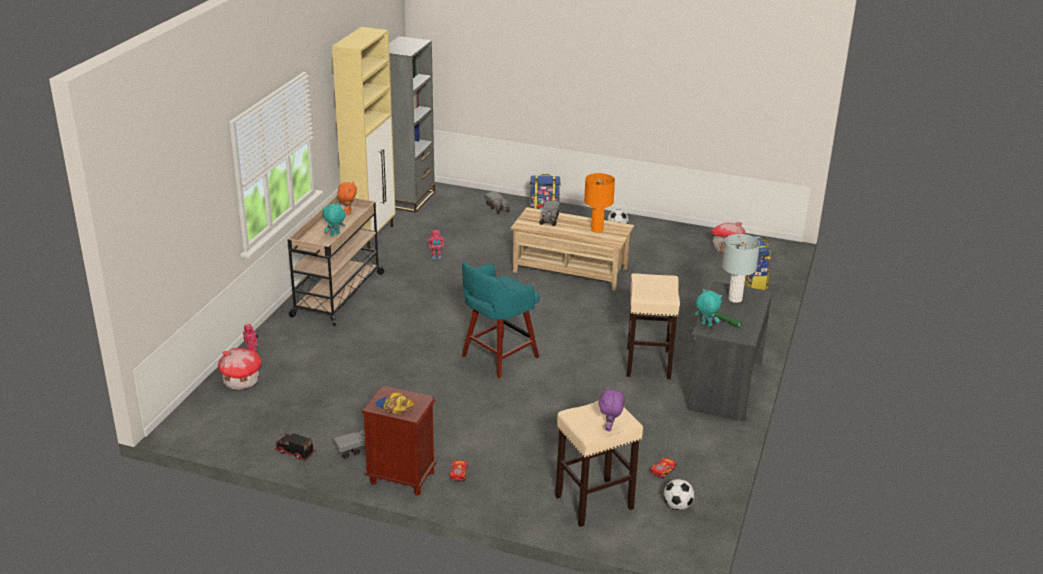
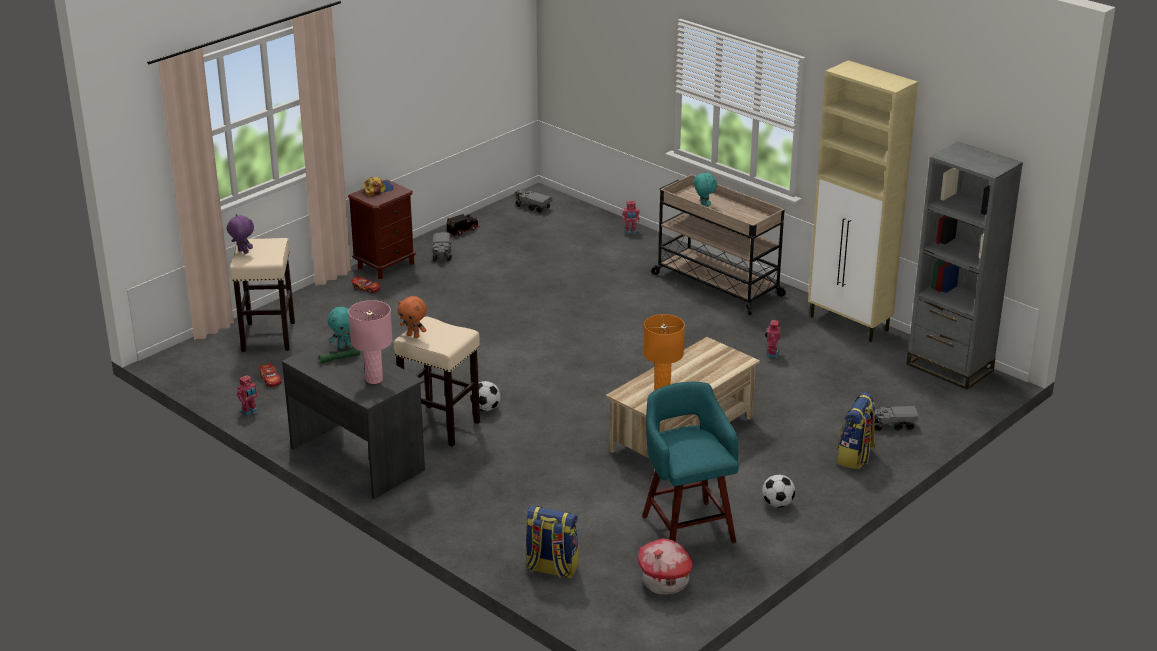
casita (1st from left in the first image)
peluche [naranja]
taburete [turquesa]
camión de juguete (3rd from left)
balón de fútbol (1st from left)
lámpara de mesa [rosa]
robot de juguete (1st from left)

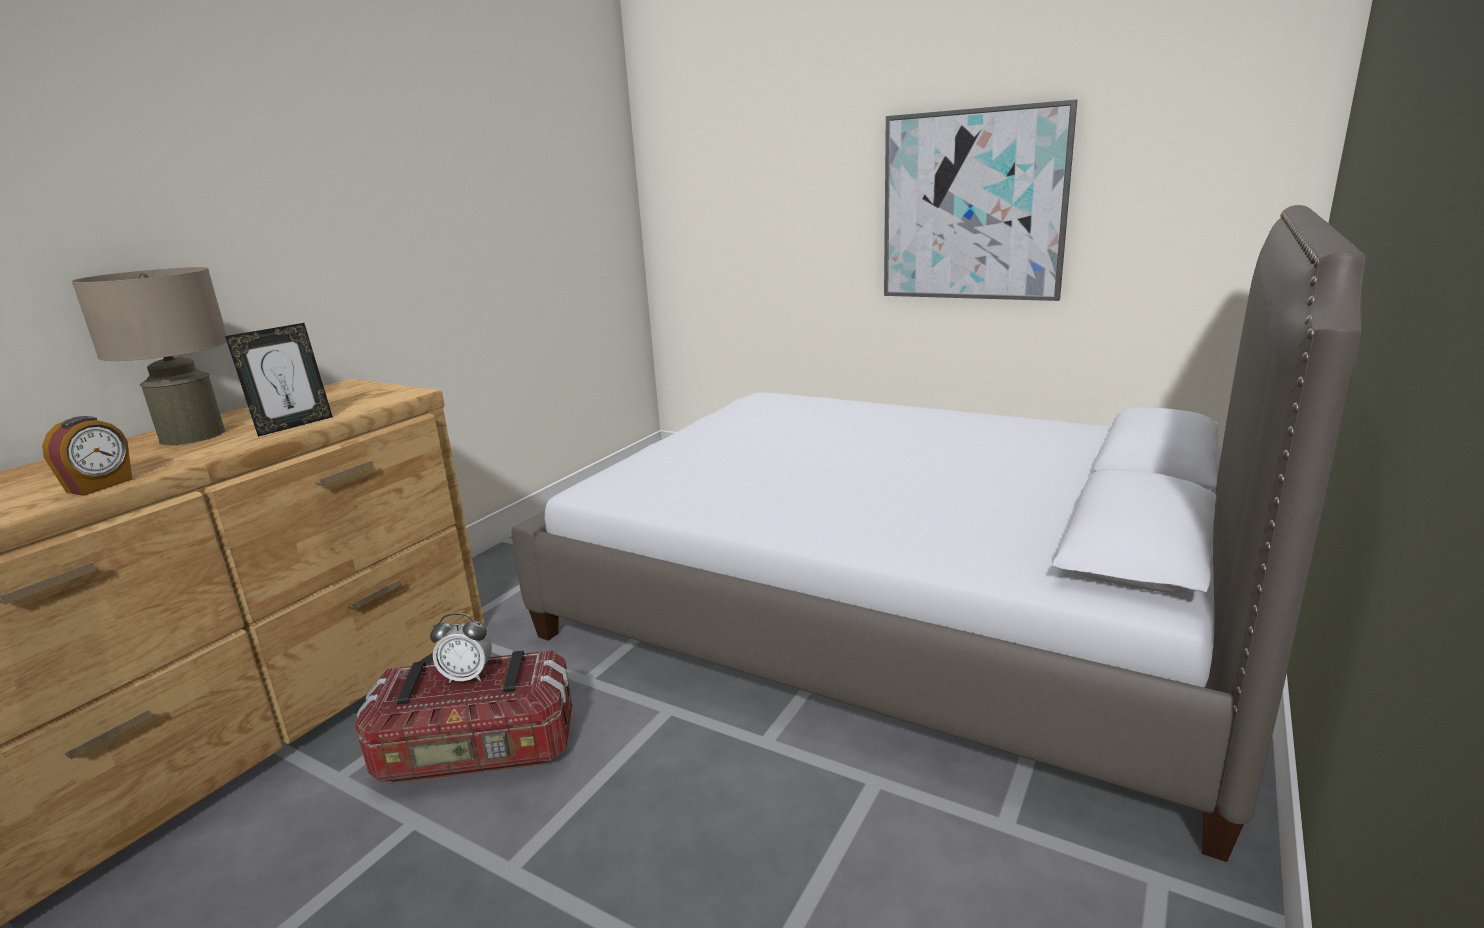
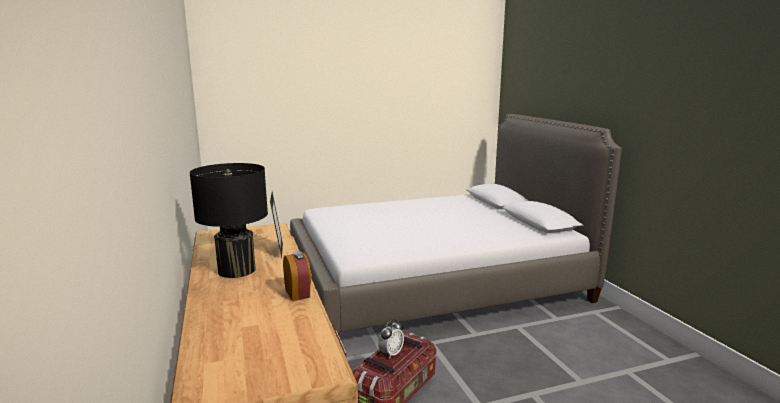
lámpara de mesa [negro]
cuadro

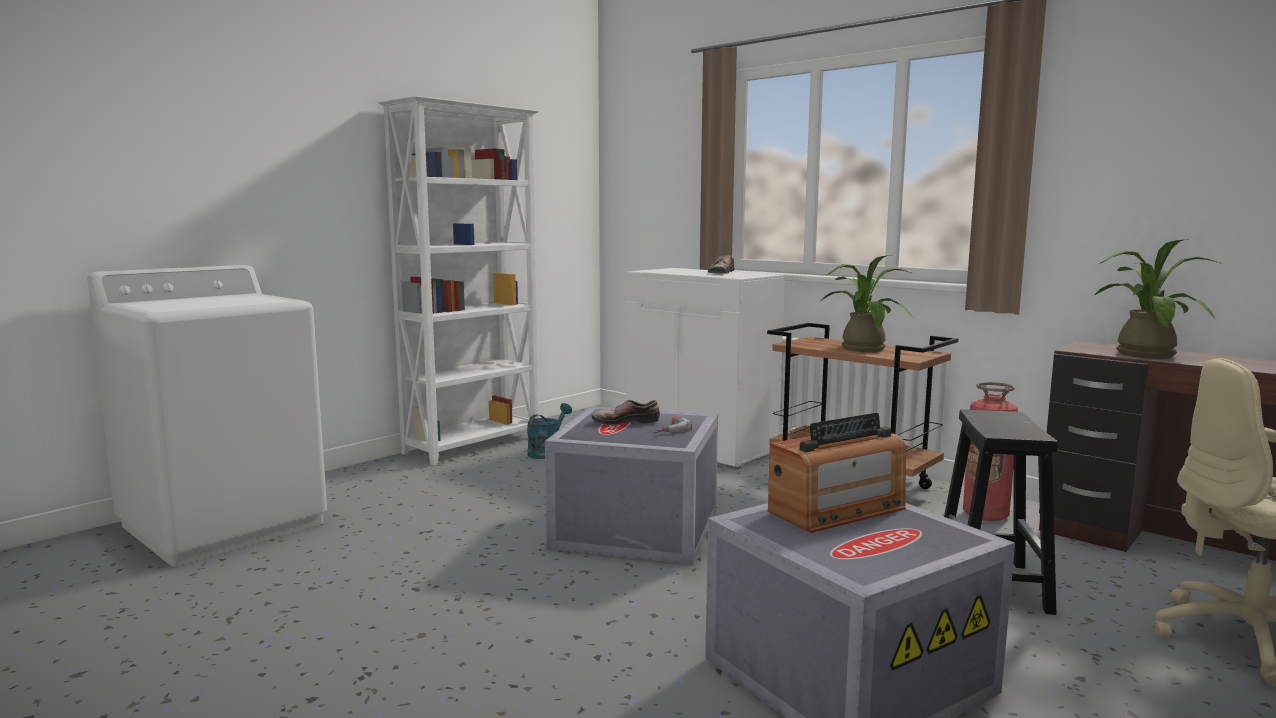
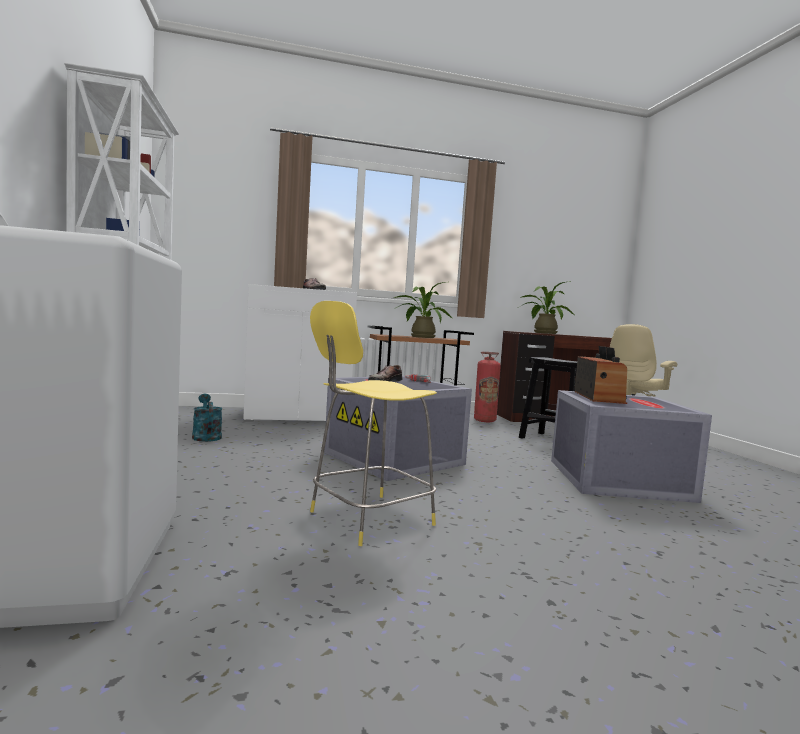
taburete [amarillo]

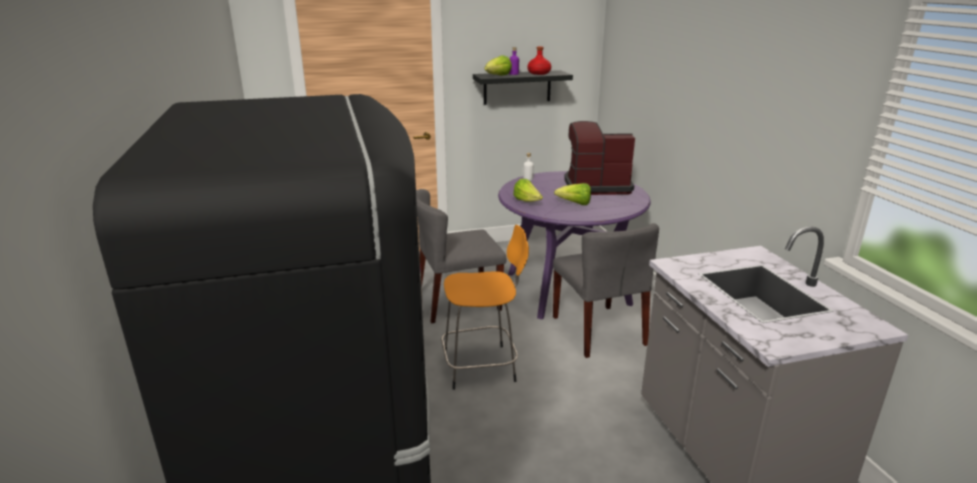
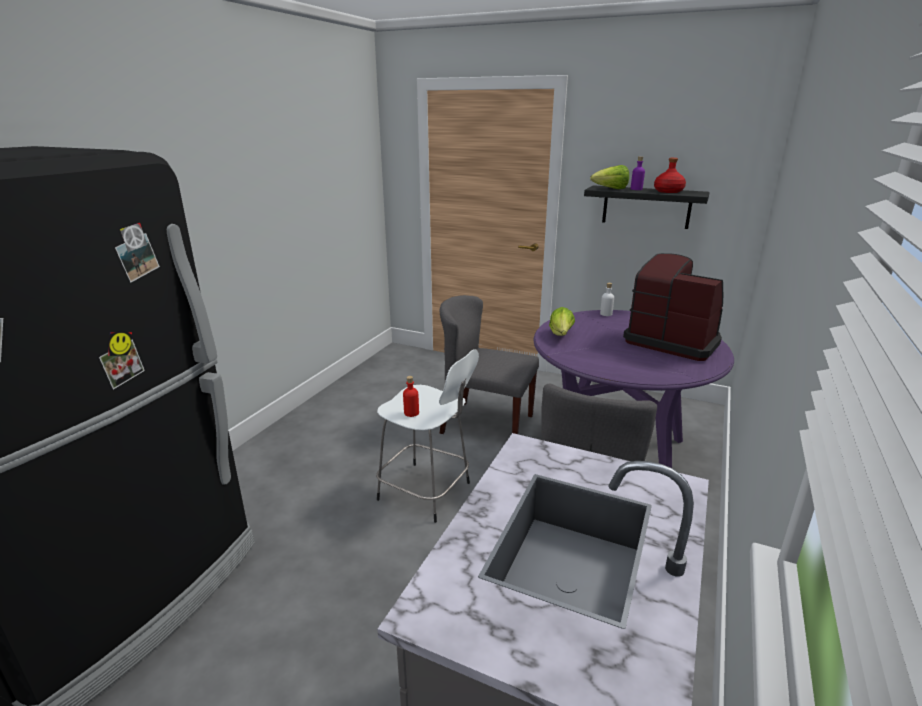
taburete [blanco]
lechuga (3rd from left in the first image)
botella [rojo] (1st from left)

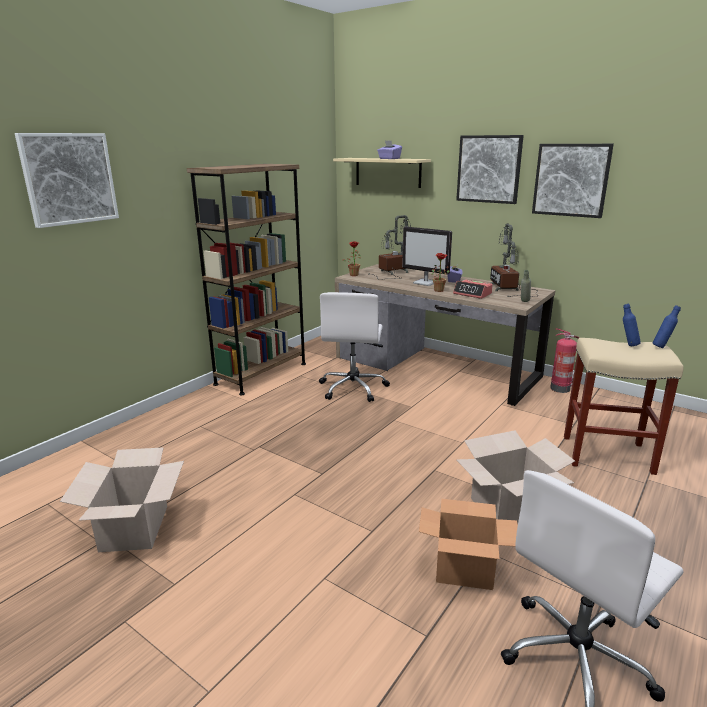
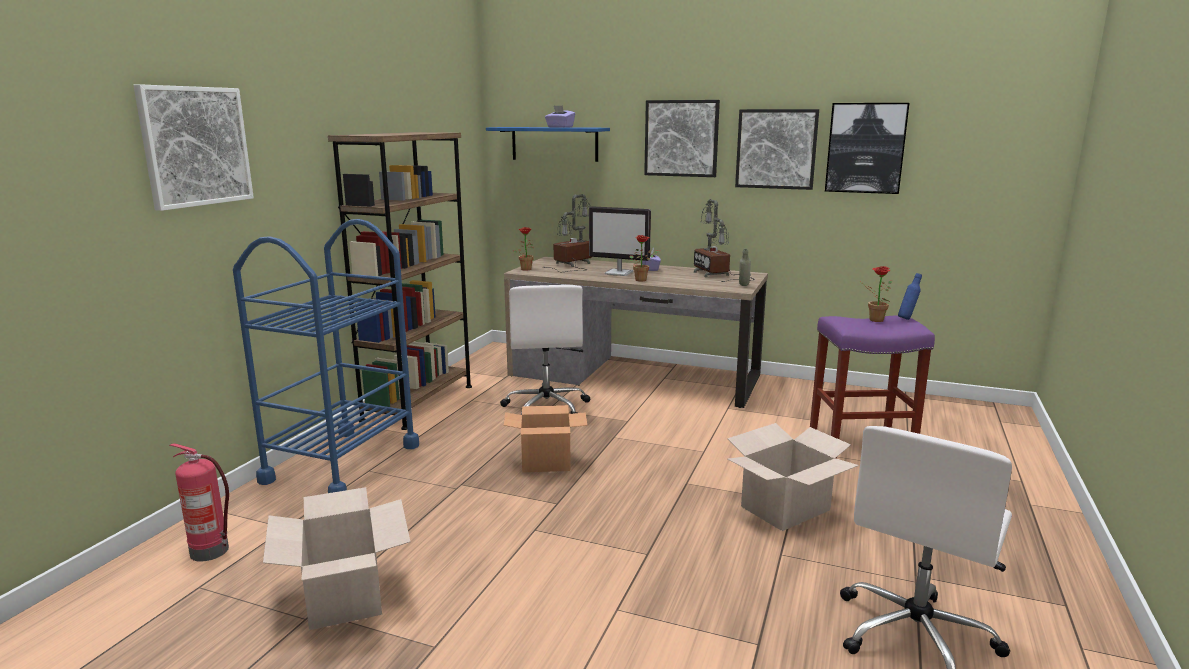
estante [azul]
caja de cartón (2nd from left)
despertador
extintor
taburete [morado]
planta en maceta (3rd from left)
carrito [azul]
cuadro (4th from left)

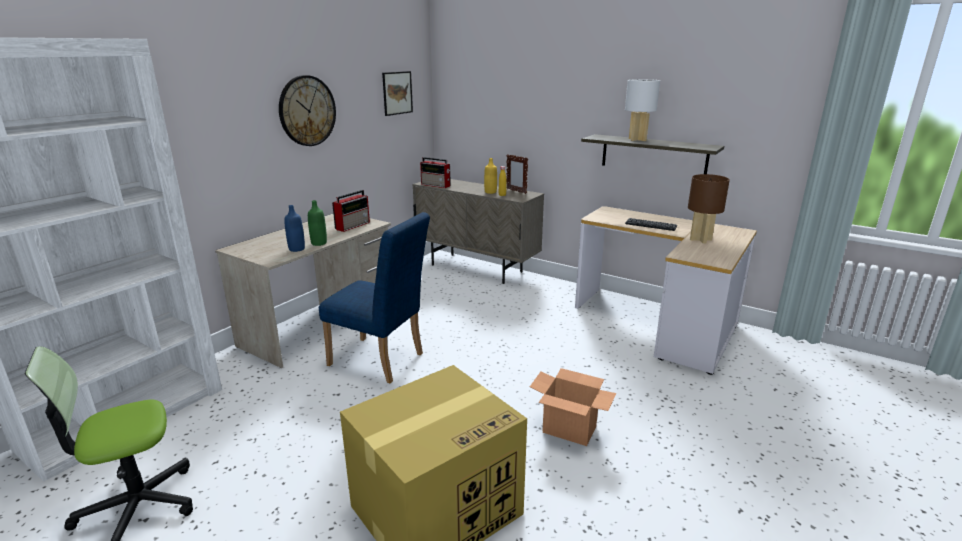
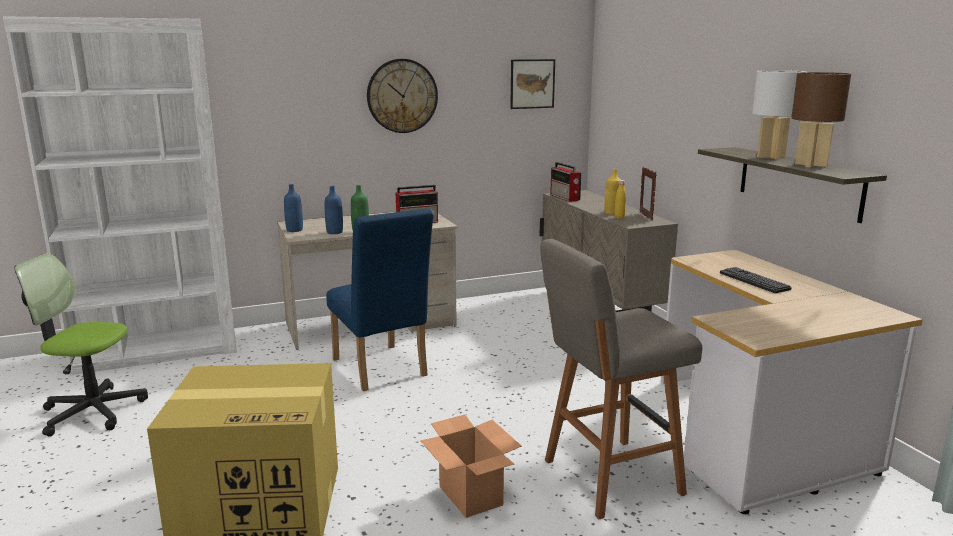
lámpara de mesa [marrón]
botella [azul] (1st from left)
taburete [gris]

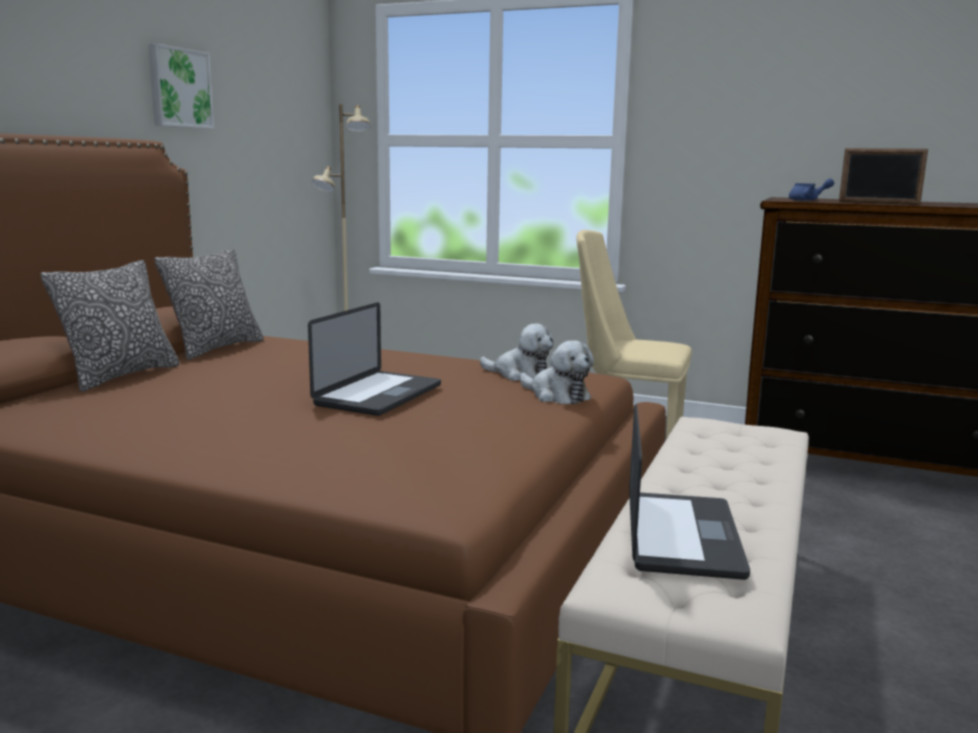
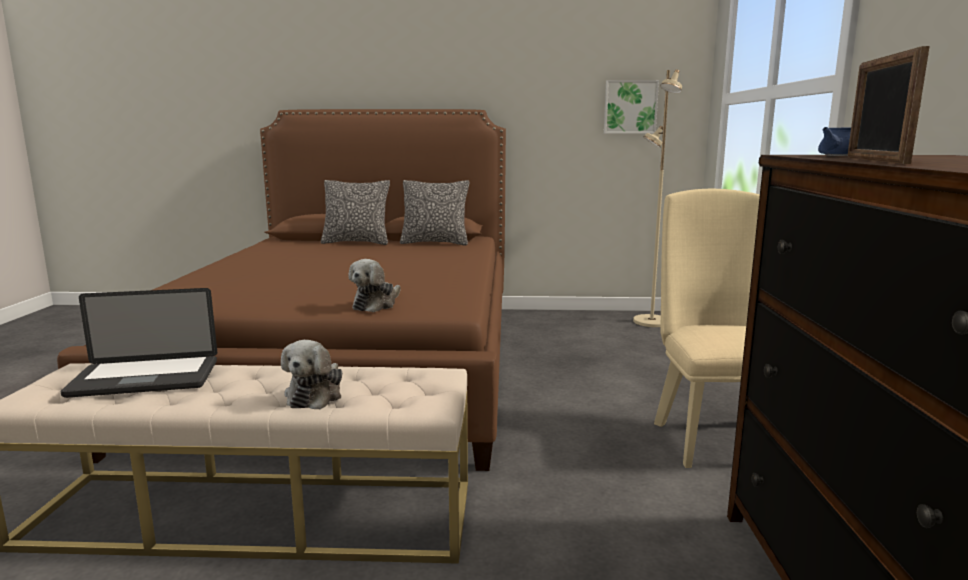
cuadro
portátil (1st from left in the first image)
peluche (1st from left)

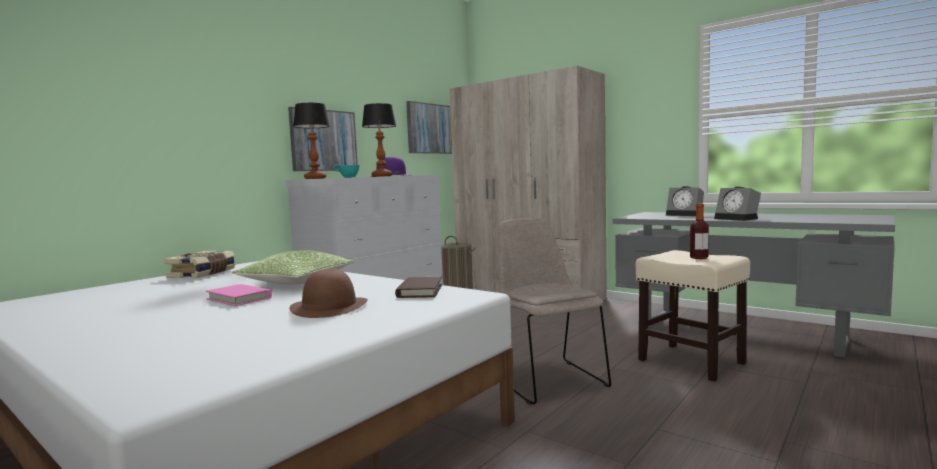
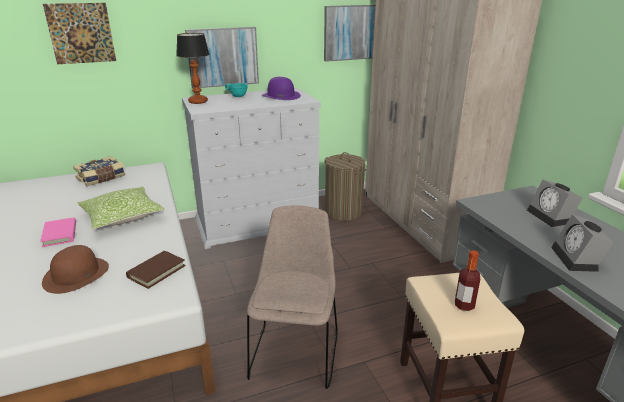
lámpara de mesa (2nd from left in the first image)
cuadro (1st from left)

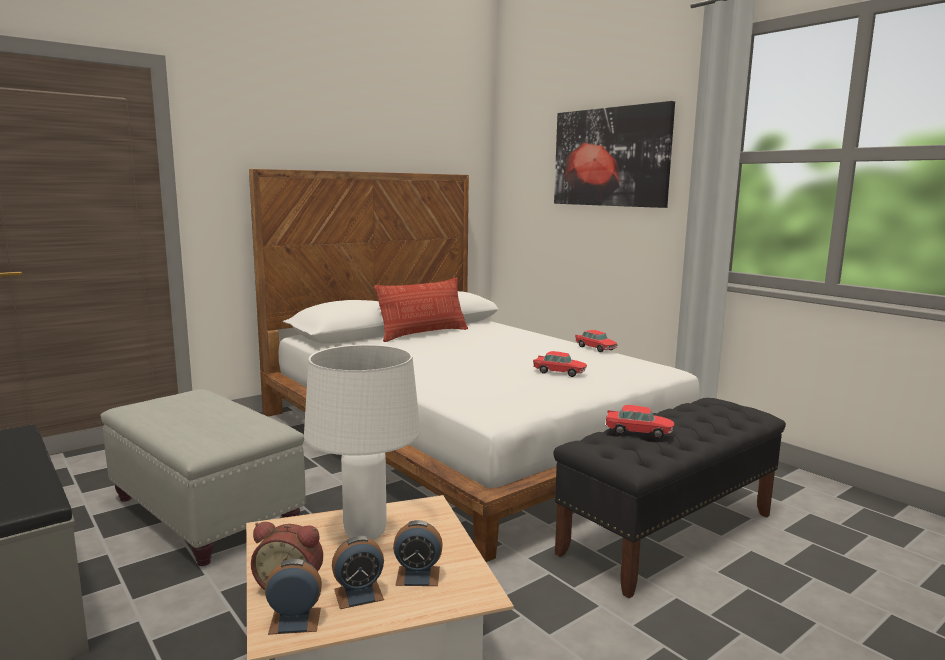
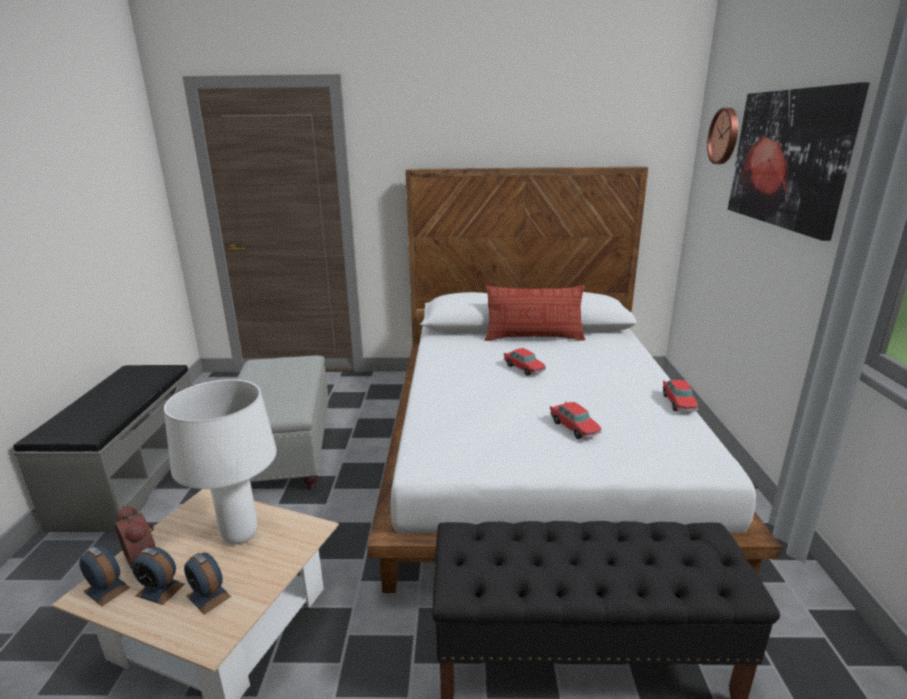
coche de juguete (1st from left)
reloj de pared

